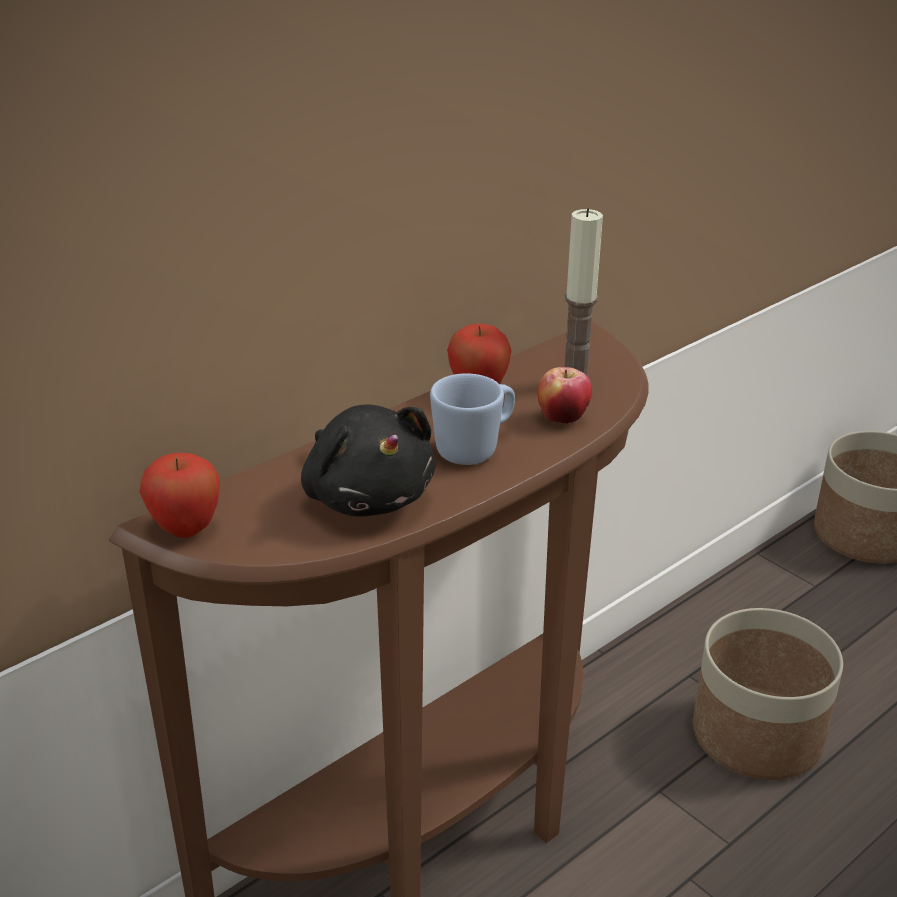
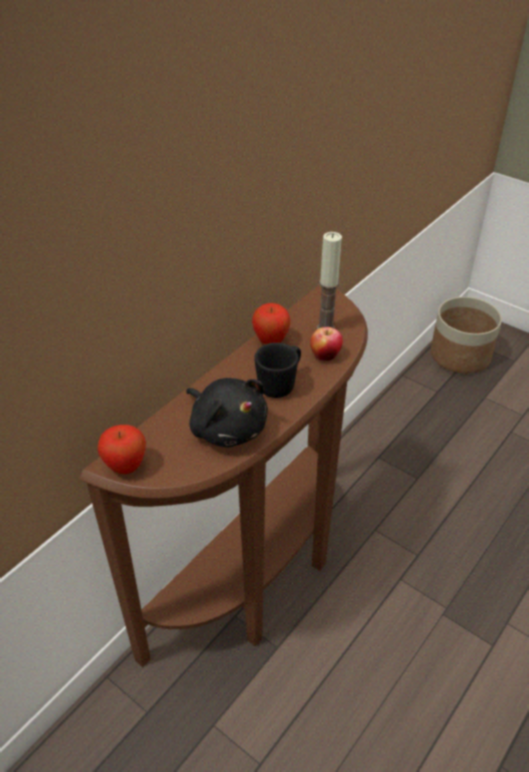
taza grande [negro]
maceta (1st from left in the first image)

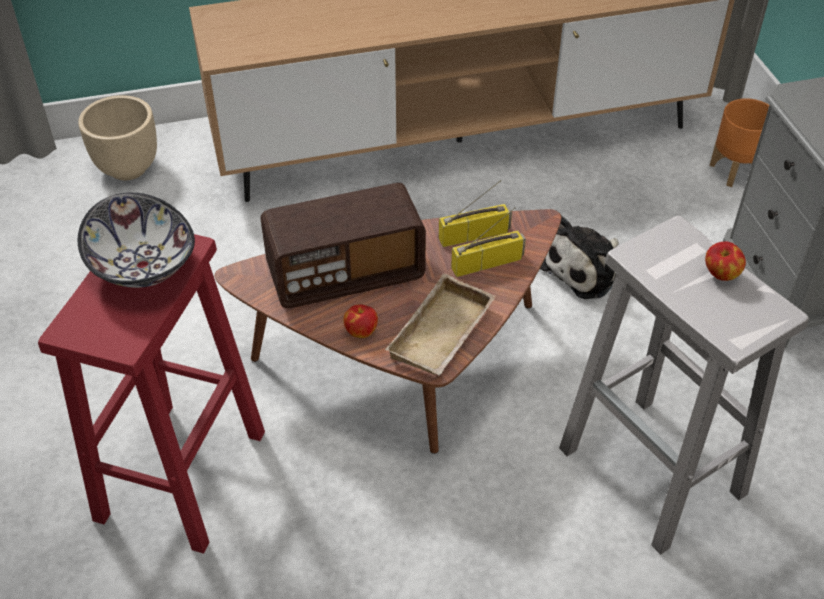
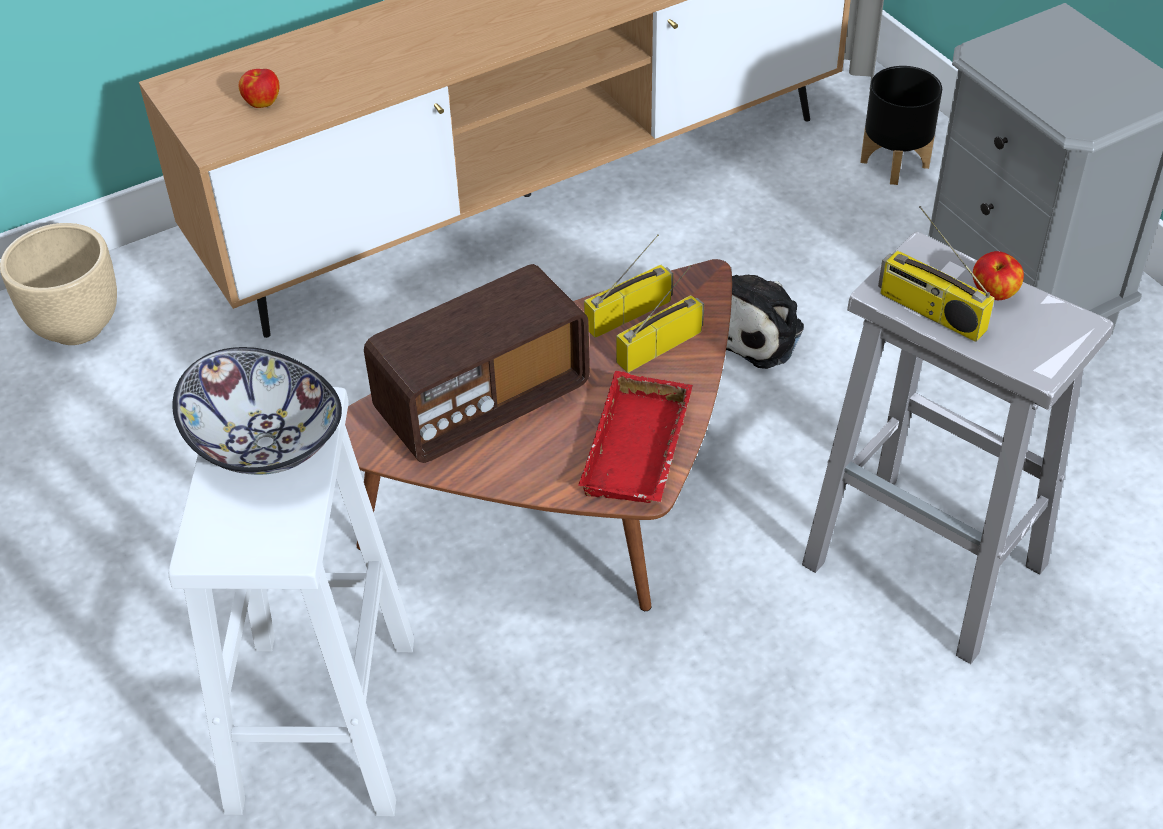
taburete [blanco] (1st from left)
manzana (1st from left)
bandeja [rojo]
maceta [negro]
radio (4th from left)

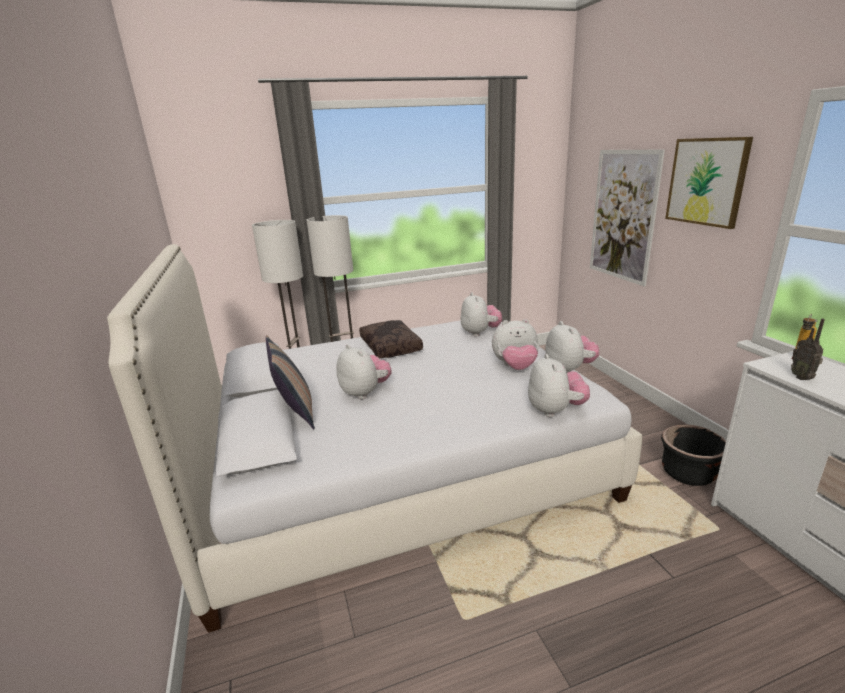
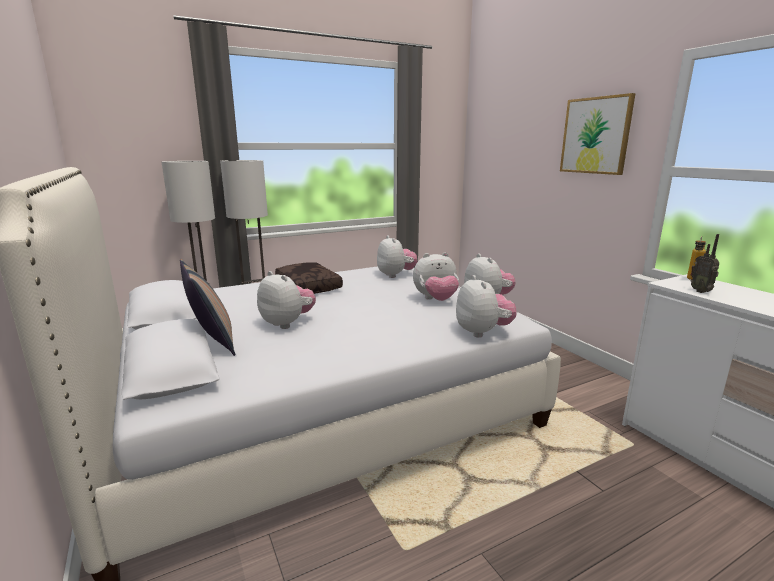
cuadro (1st from left in the first image)
maceta [negro]

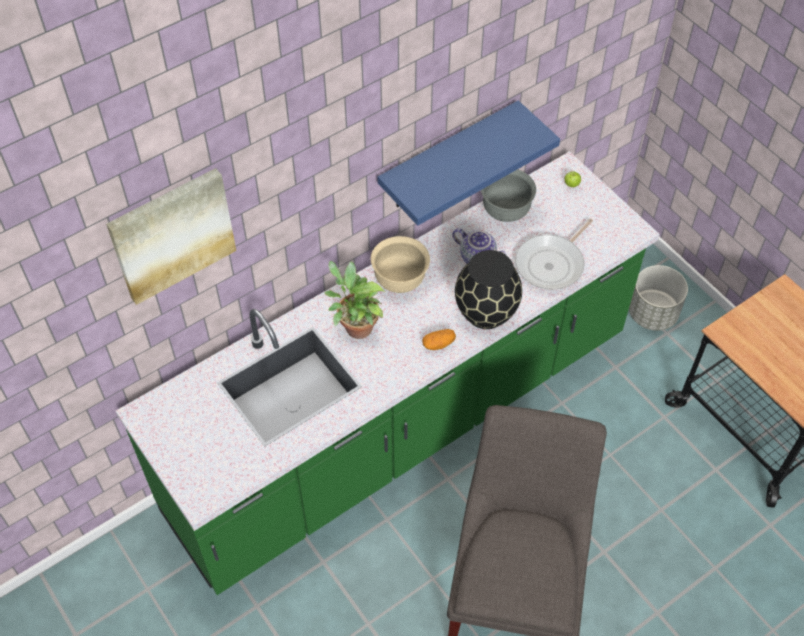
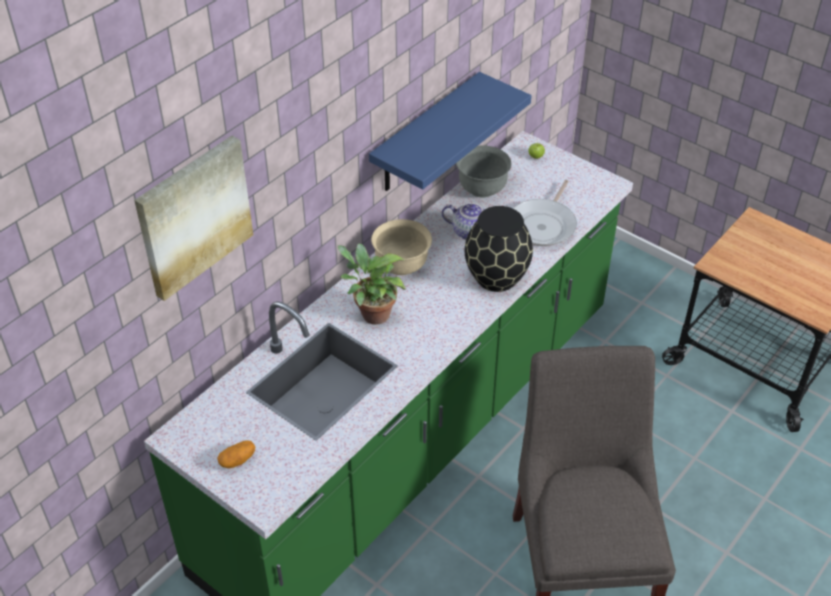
patata
maceta [gris]

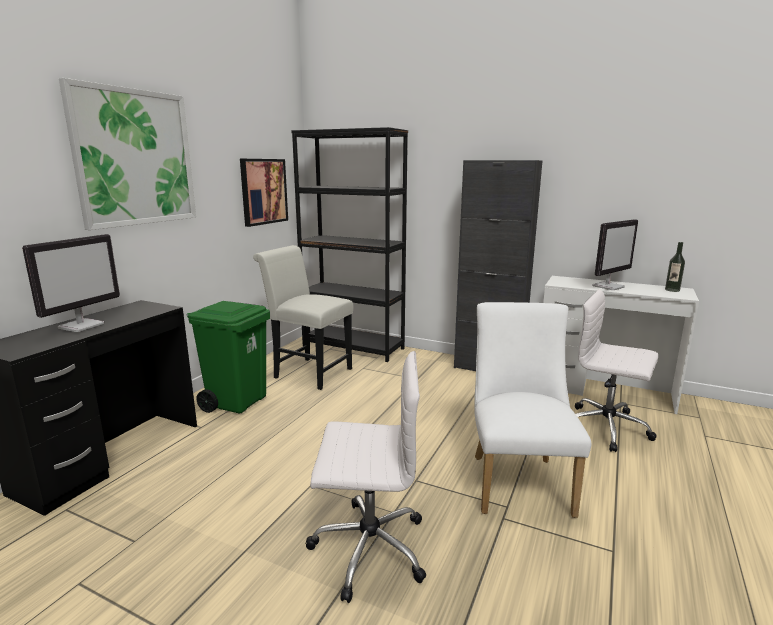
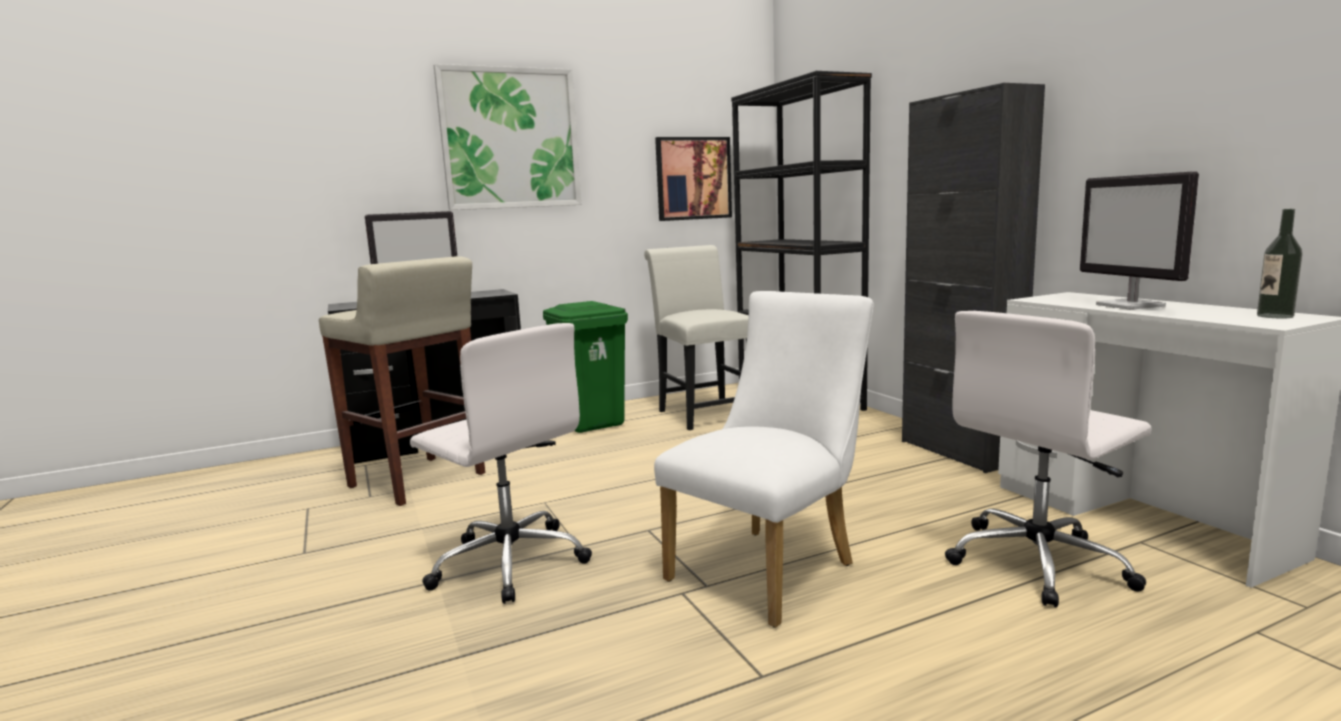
silla de oficina [blanco] (2nd from left)
monitor (2nd from left)
taburete [beis]

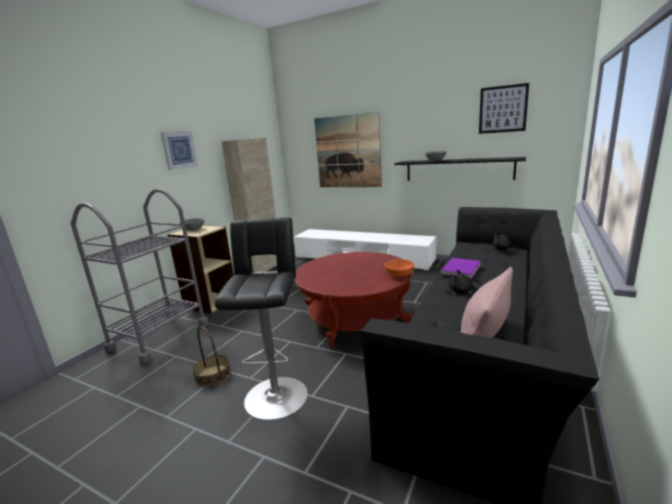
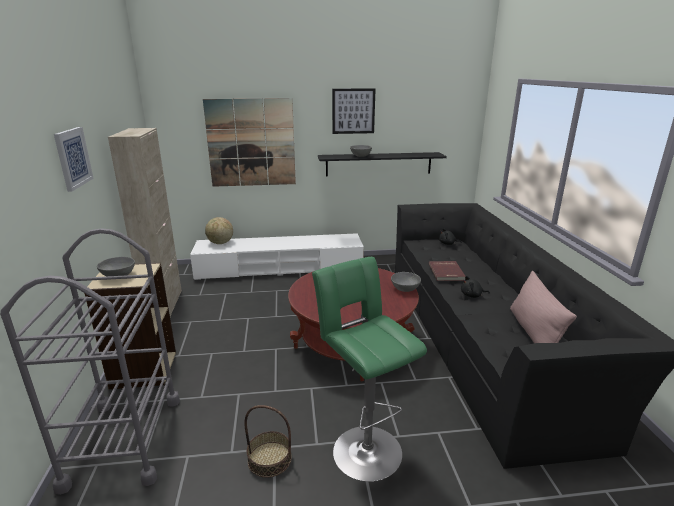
taburete [verde]
cuenco [gris] (3rd from left)
libro [rojo]
cuadro (3rd from left)
globo terráqueo

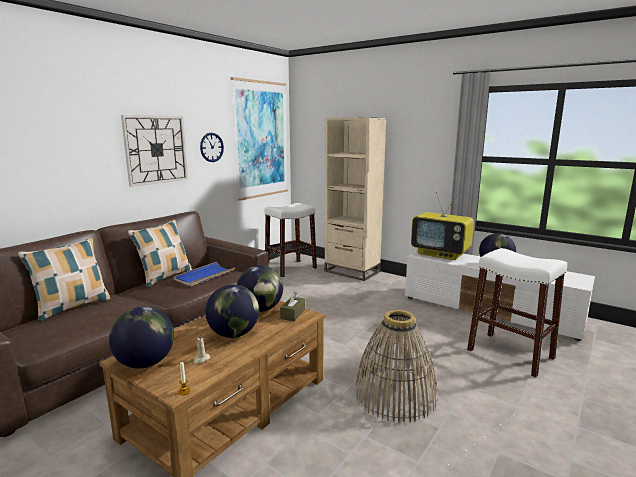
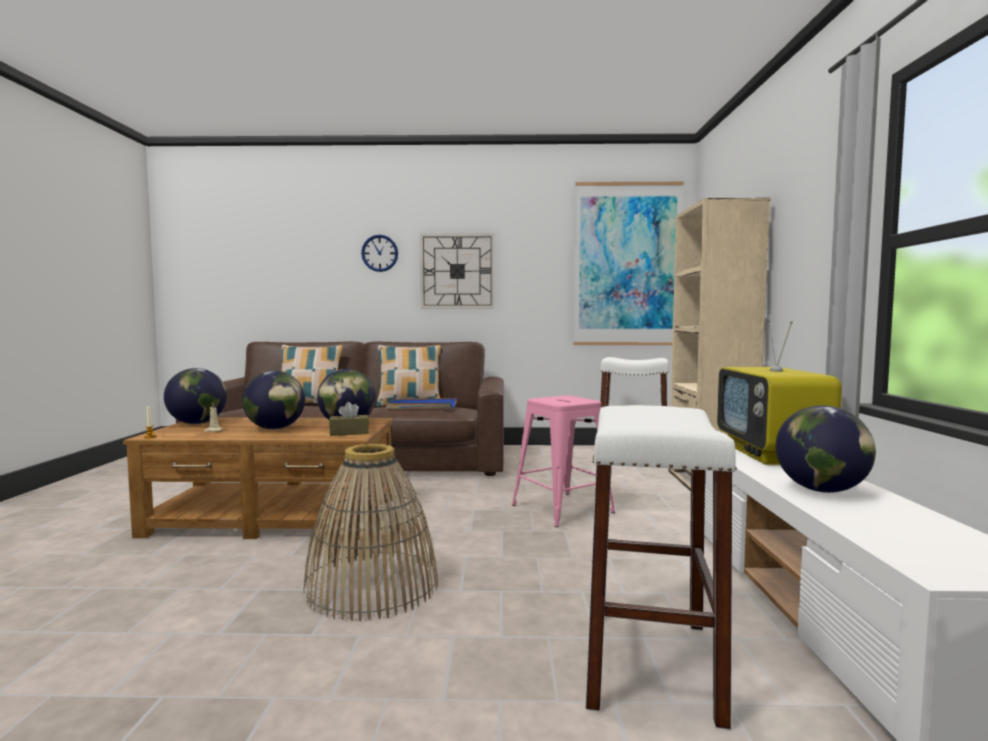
reloj de pared (1st from left)
taburete [rosa]

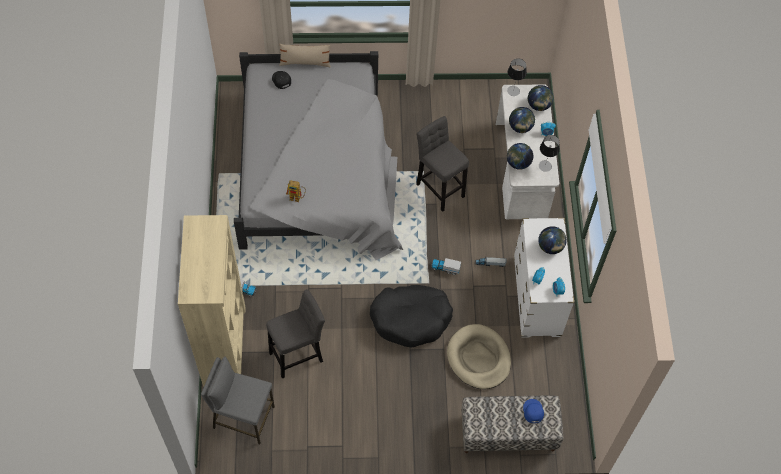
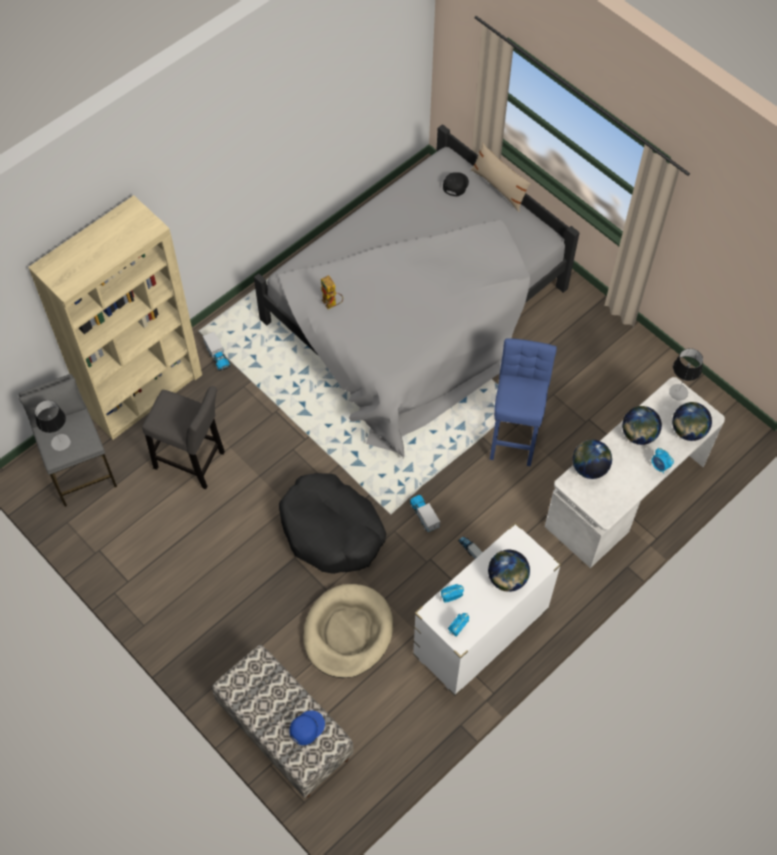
taburete [azul]
lámpara de mesa (1st from left)

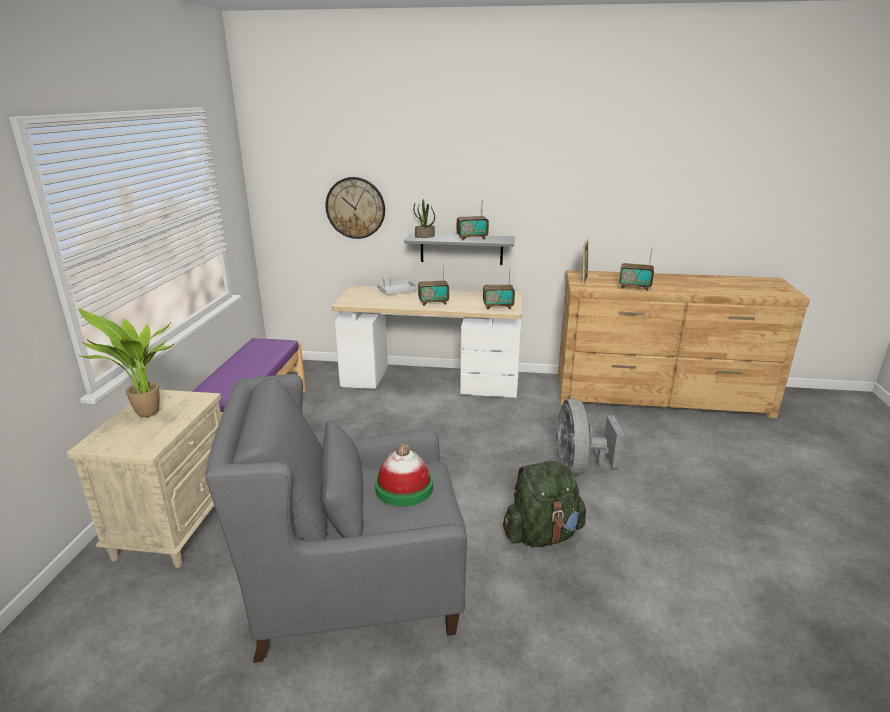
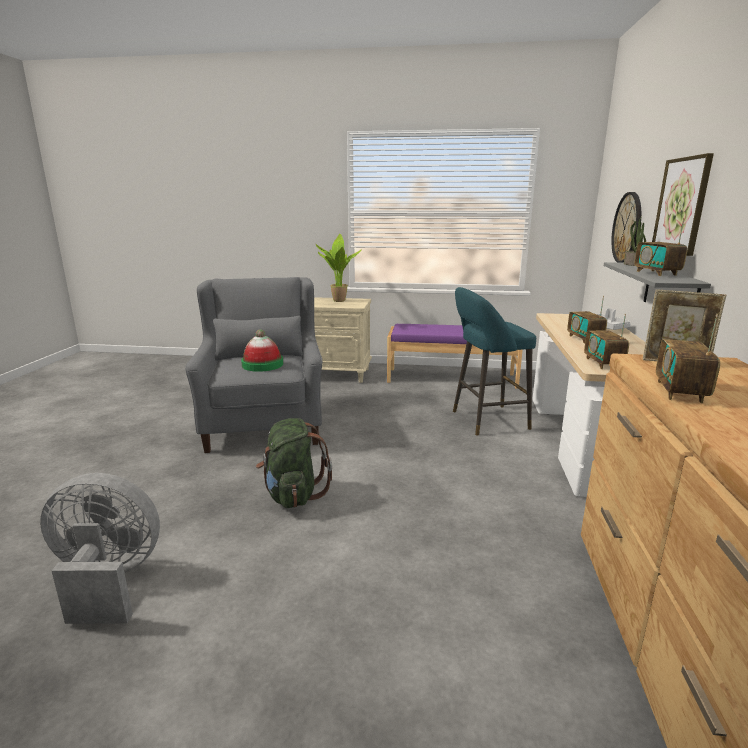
ventilador [gris]
taburete [turquesa]
cuadro

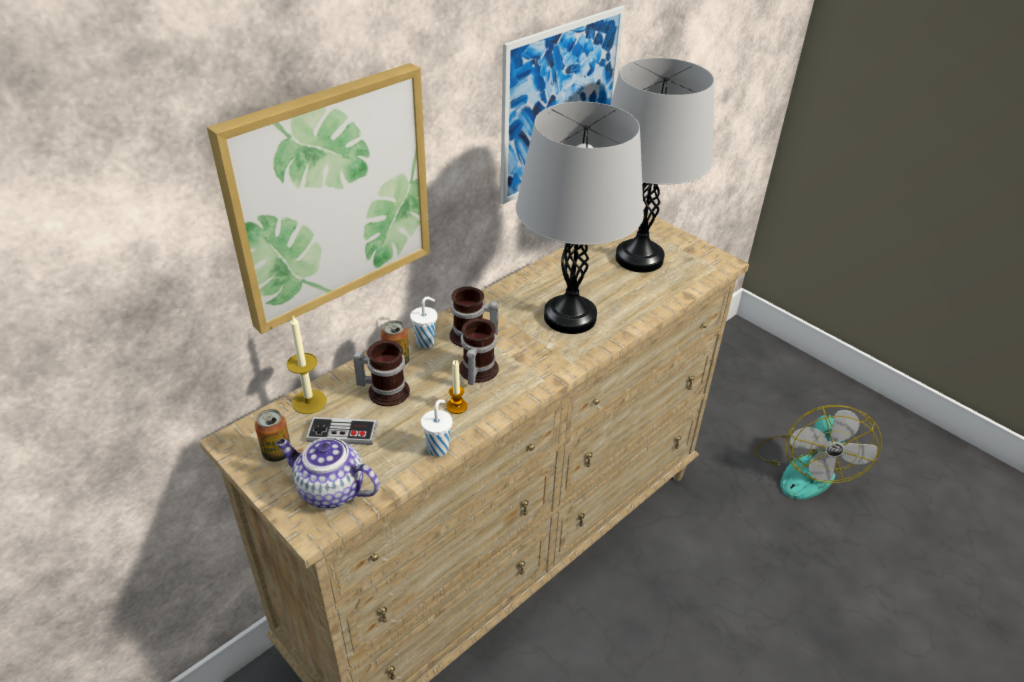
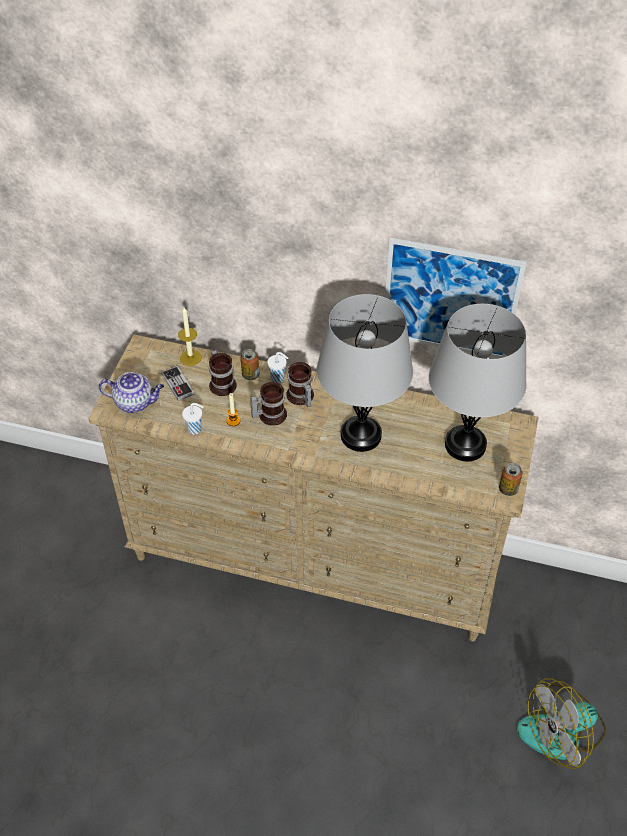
cuadro (1st from left in the first image)
lata (2nd from left)
tetera

